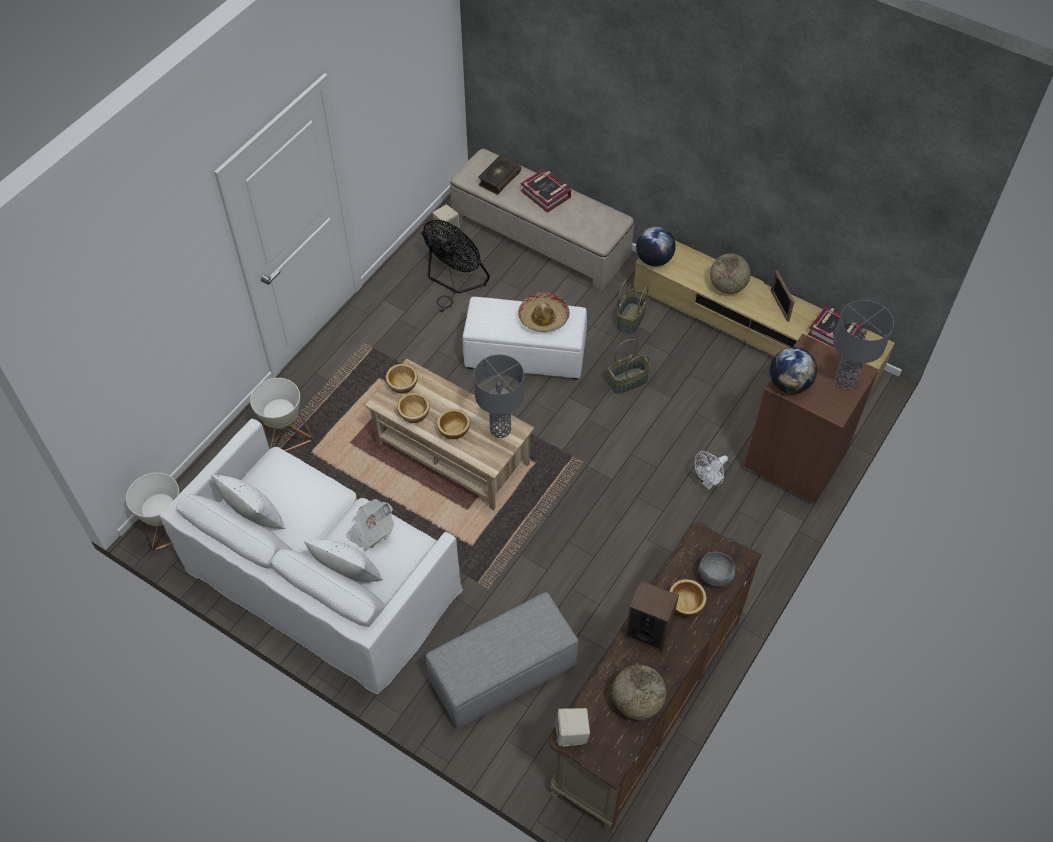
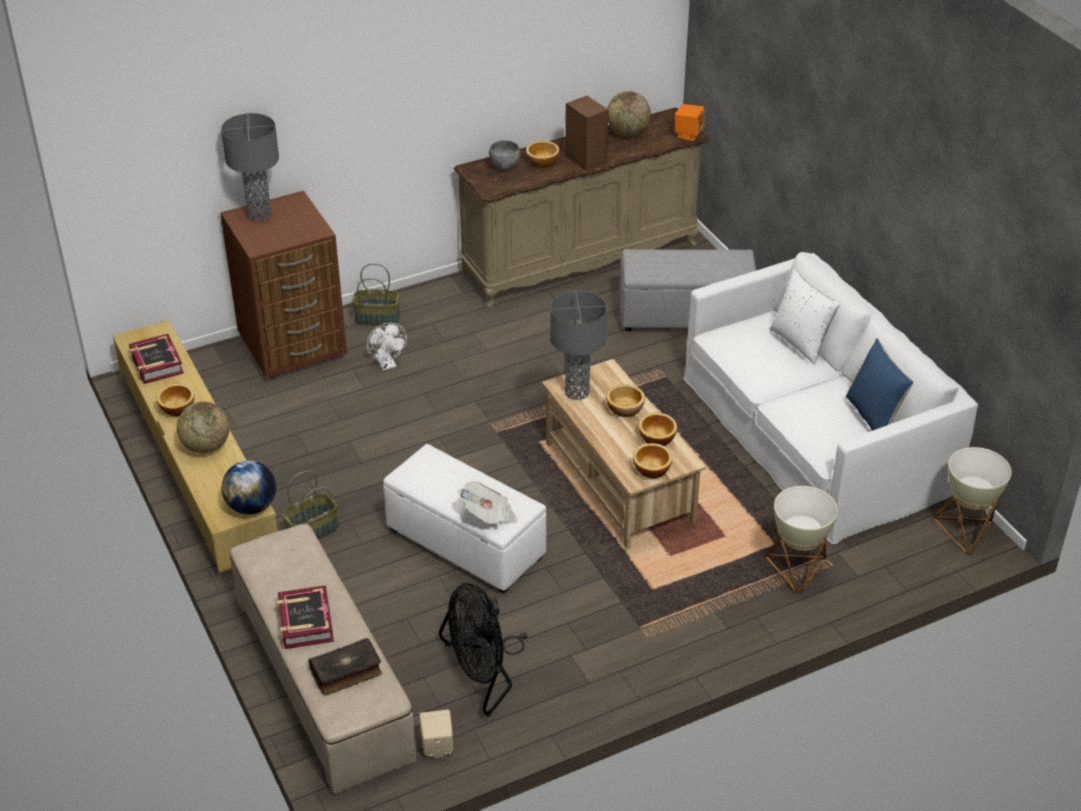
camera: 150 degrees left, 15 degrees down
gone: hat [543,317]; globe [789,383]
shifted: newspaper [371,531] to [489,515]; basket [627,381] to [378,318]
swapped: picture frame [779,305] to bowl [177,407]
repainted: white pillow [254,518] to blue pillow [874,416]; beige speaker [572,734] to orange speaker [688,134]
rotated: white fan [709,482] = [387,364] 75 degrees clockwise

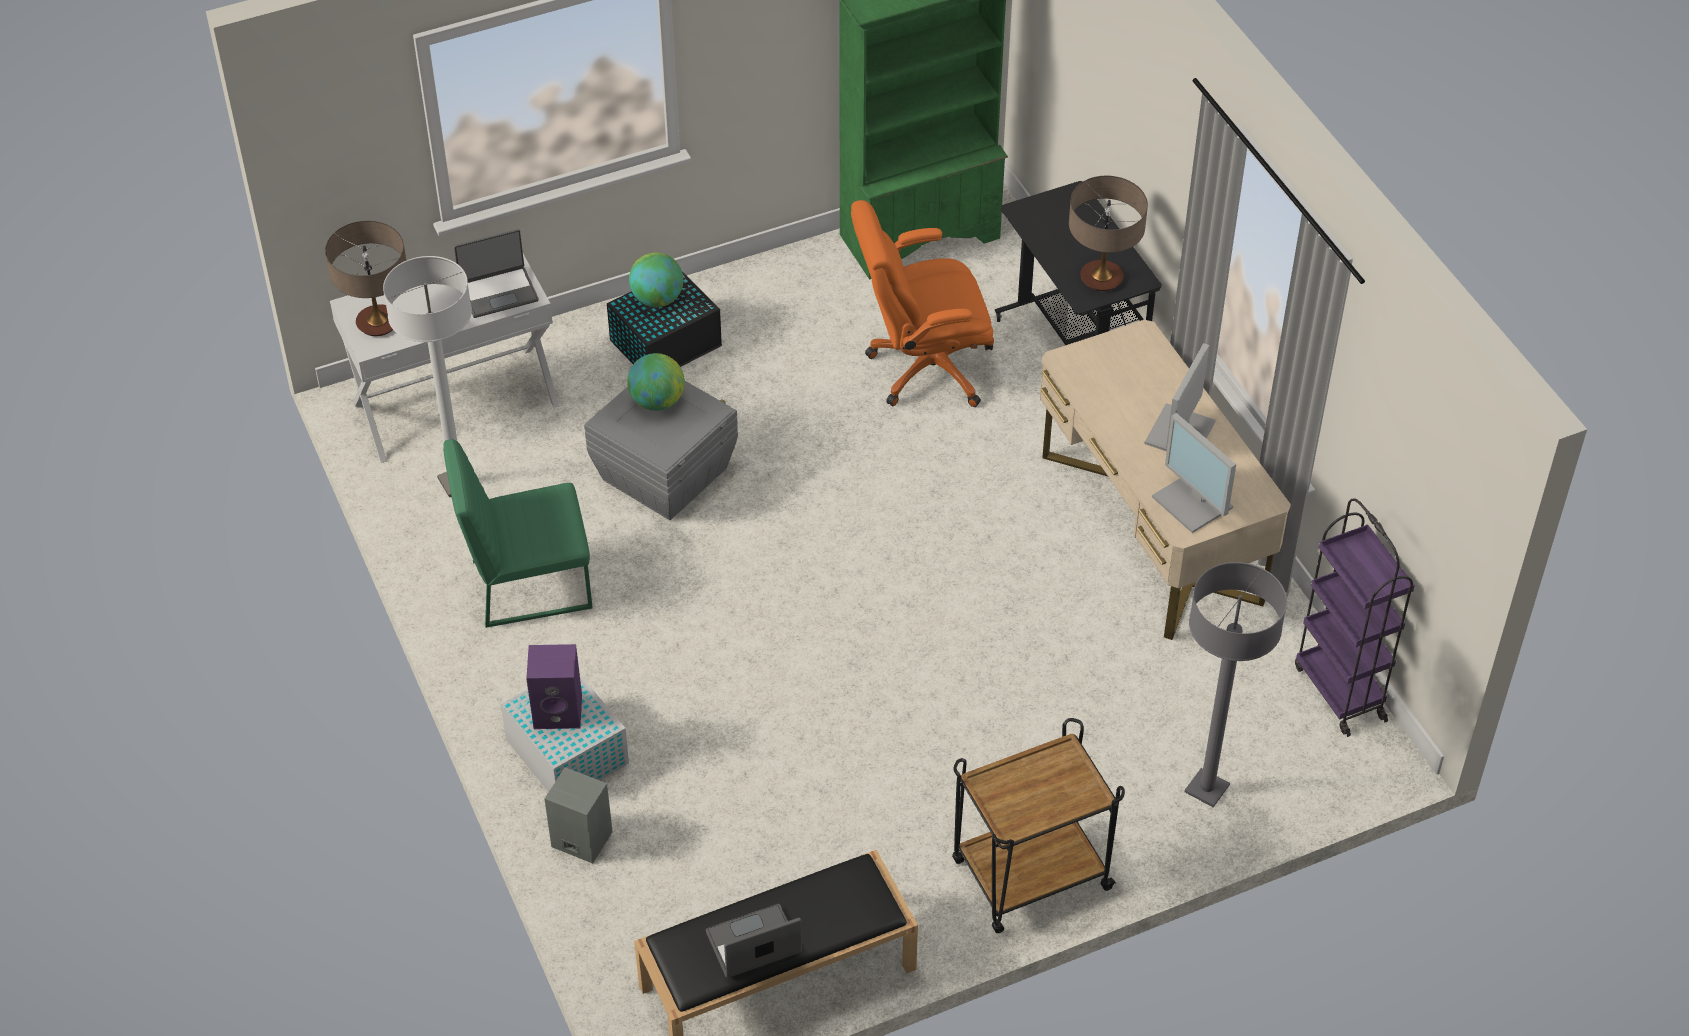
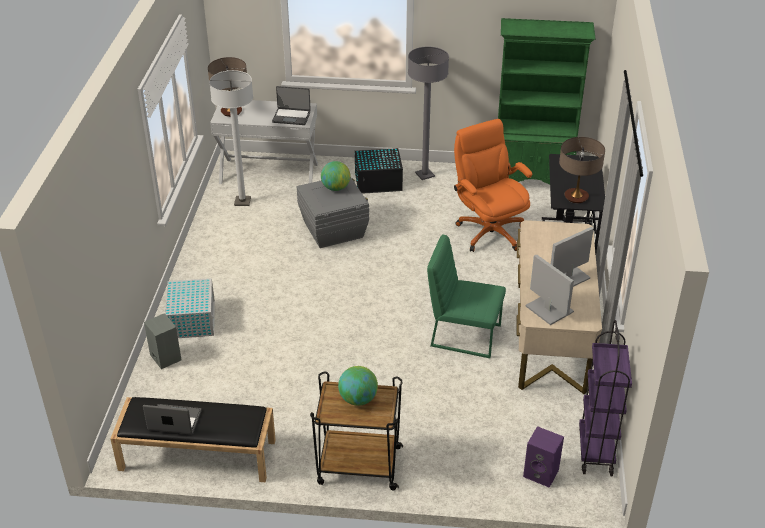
camera: 30 degrees right, 10 degrees down
shifted: green chair [527,584] to [463,334]; purple speaker [559,711] to [542,473]; globe [657,299] to [358,399]; grey floor lamp [1206,789] to [425,175]
rotated: orange office chair [921,368] = [488,230] 45 degrees clockwise; monitor [1194,503] = [548,309] 150 degrees clockwise

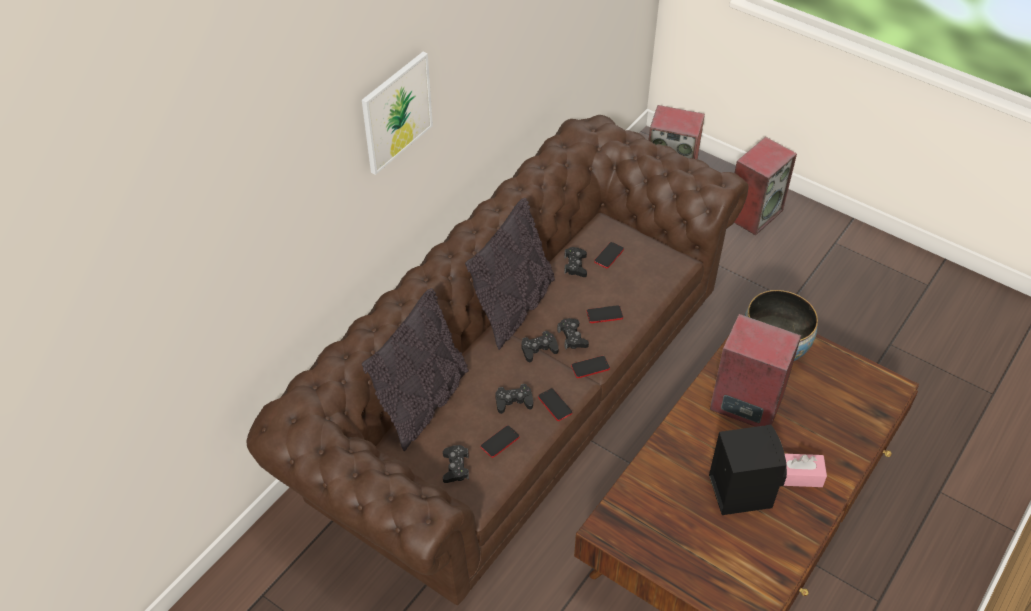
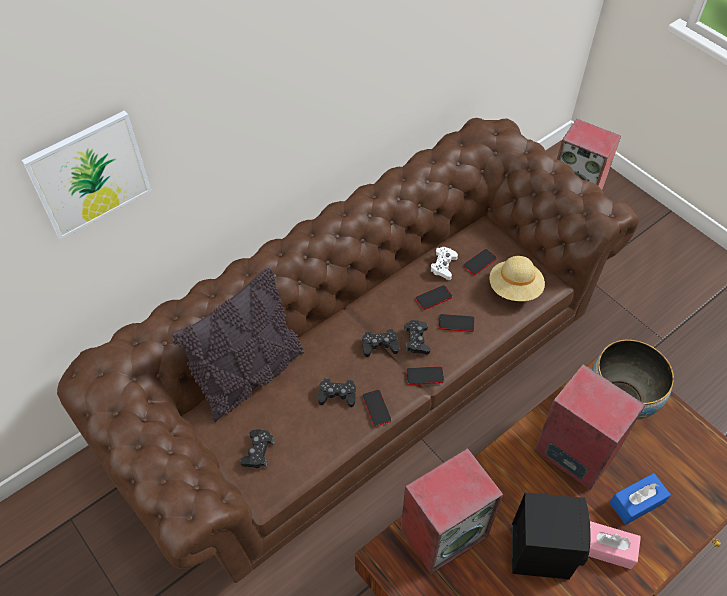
camera: 15 degrees right, 5 degrees up
gone: black pillow [513,308]
new: beige hat [515,289]; blue tissue box [636,502]
shifted: picture [396,112] to [89,174]; phone [500,442] to [433,298]; speaker [754,213] to [444,532]
repainted: black game controller [575,265] to white game controller [443,266]

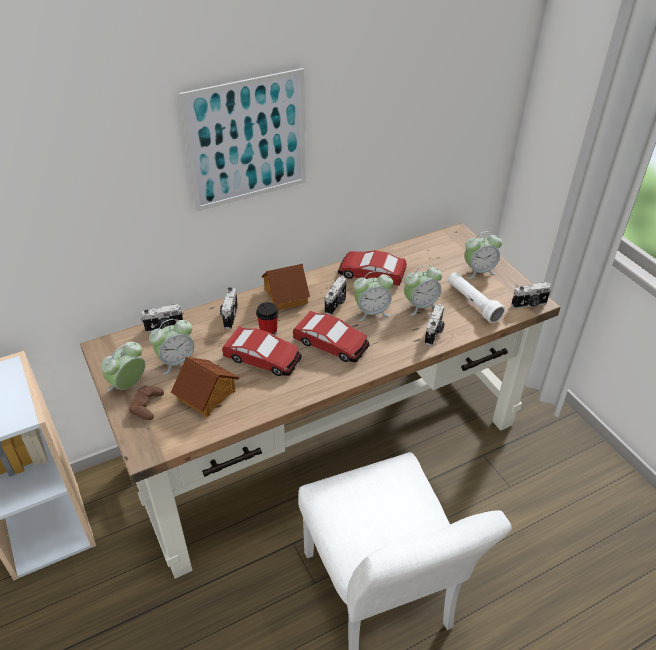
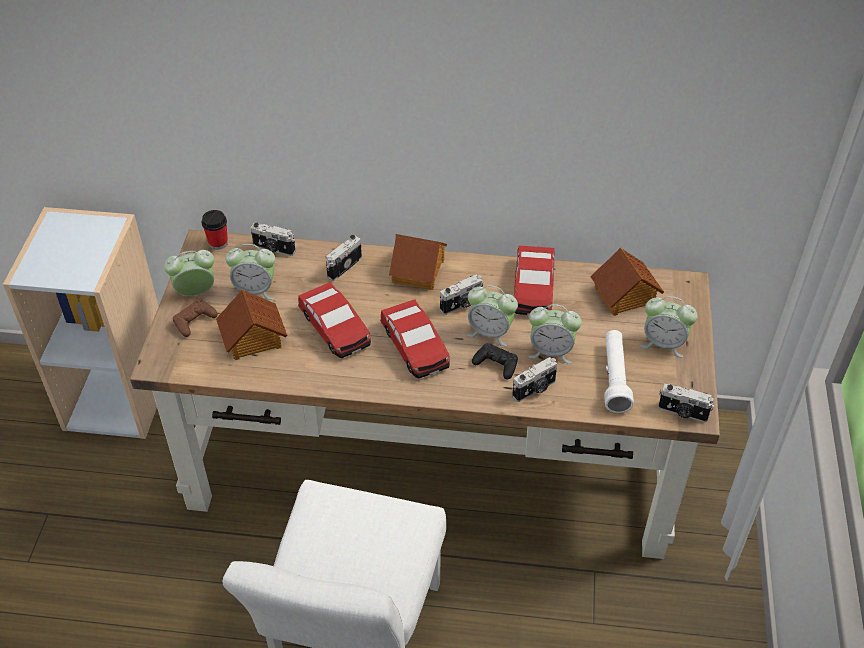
camera: 35 degrees right, 5 degrees up
gone: picture [247,141]
new: black game controller [496,364]; toy house [624,296]
shifted: cup [268,331] to [218,243]
rotated: toy car [371,274] = [533,288] 135 degrees counterclockwise

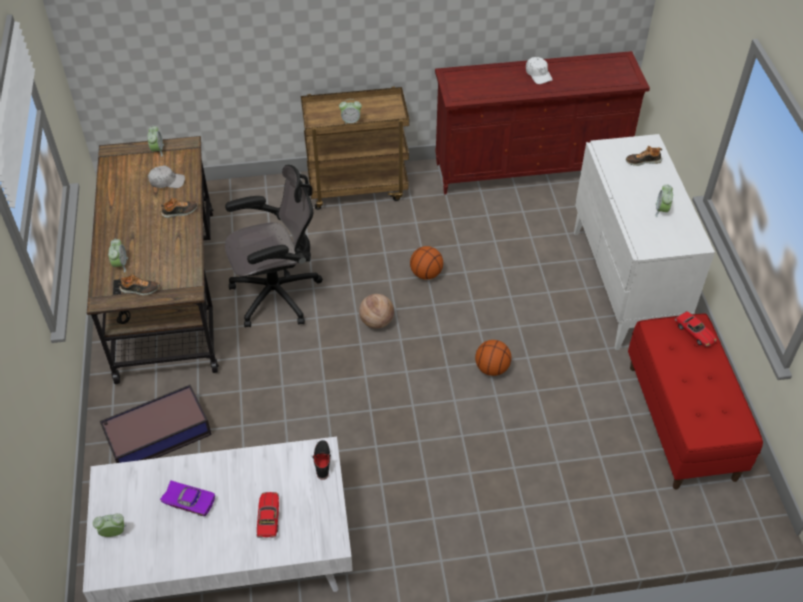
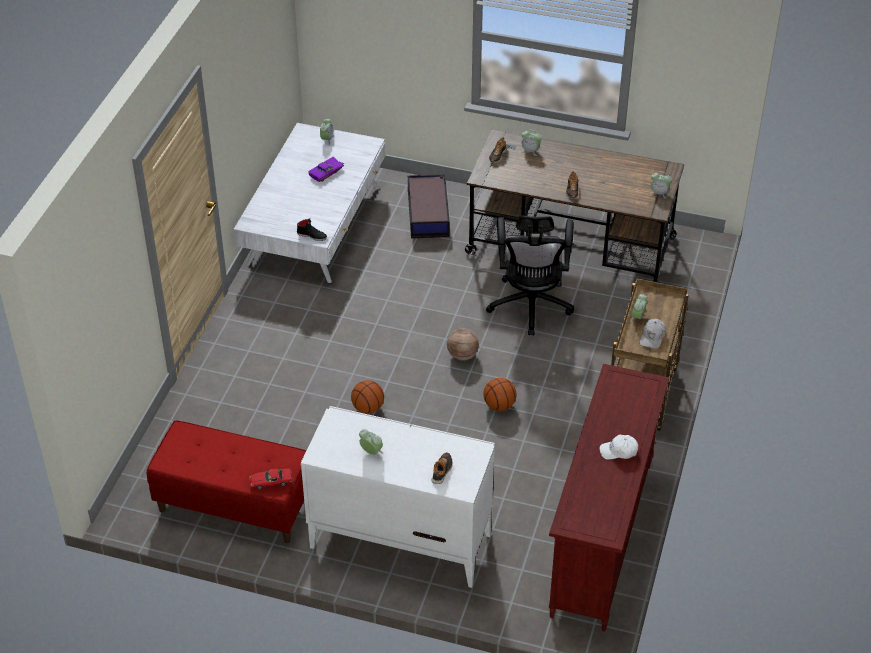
camera: 115 degrees right, 5 degrees down
gone: toy car [268,517]
shifted: white cap [167,181] to [652,337]

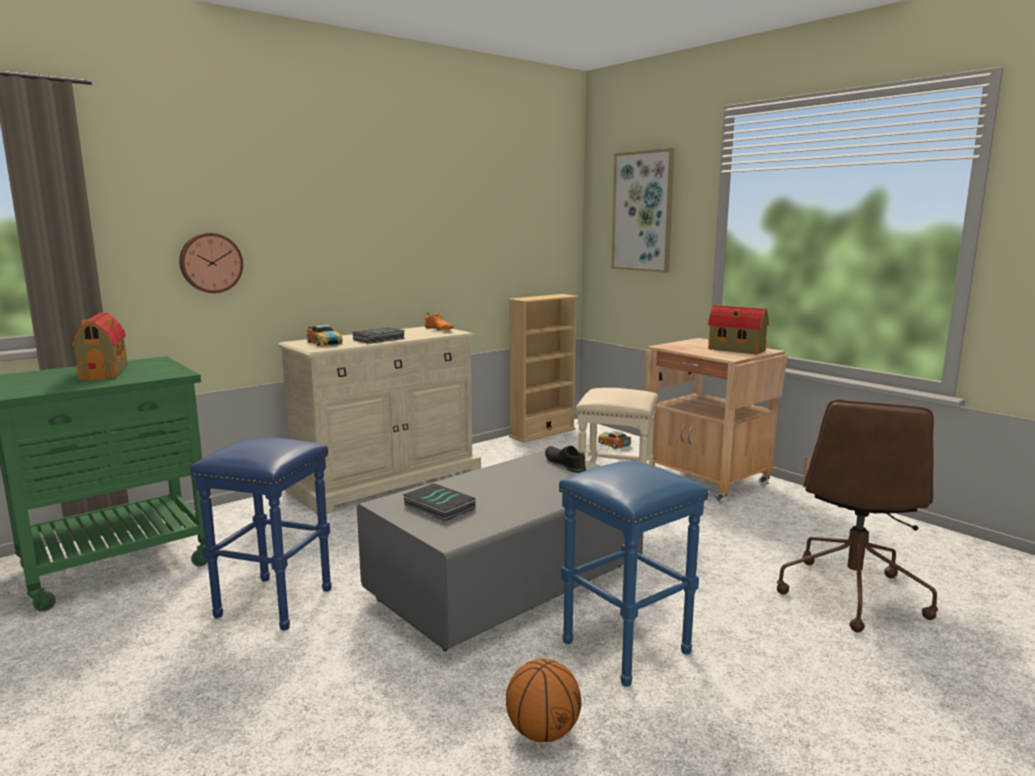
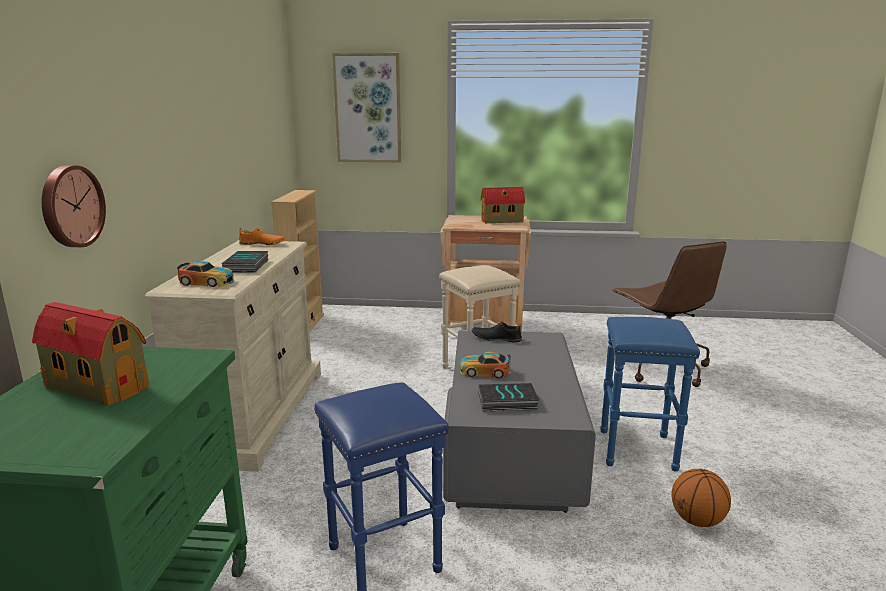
camera: 45 degrees left, 5 degrees up
shifted: toy car [613,444] to [484,371]

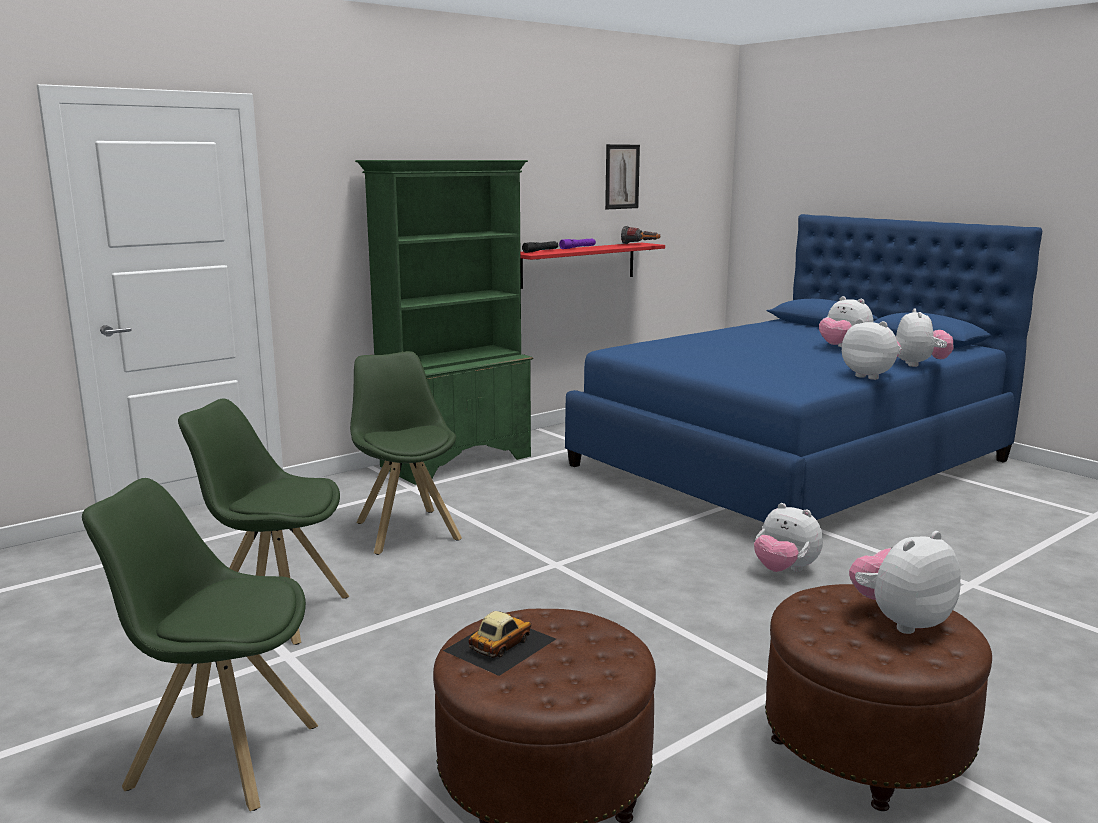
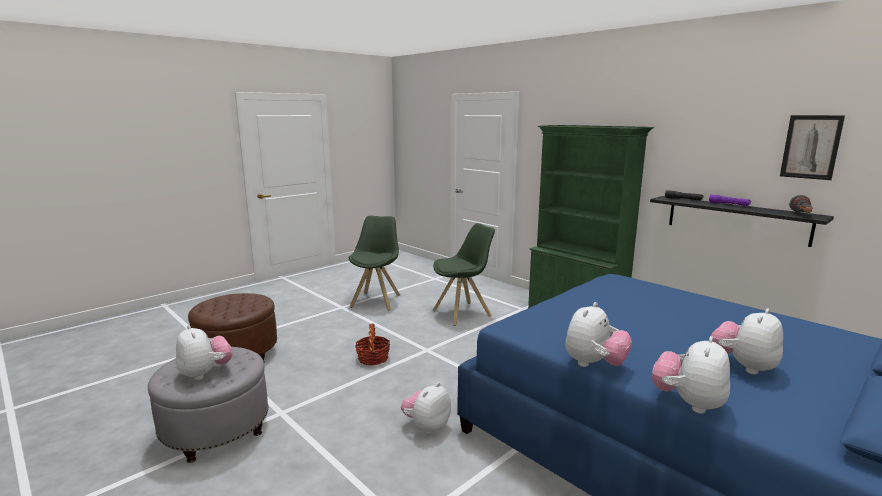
camera: 85 degrees right, 0 degrees up
gone: green chair [222,756]; toy car [499,644]
new: basket [373,358]
repainted: red shelf [578,264] to black shelf [736,219]; brown ottoman [865,749] to grey ottoman [216,431]
rotated: plush toy [919,364] = [688,403] 120 degrees clockwise

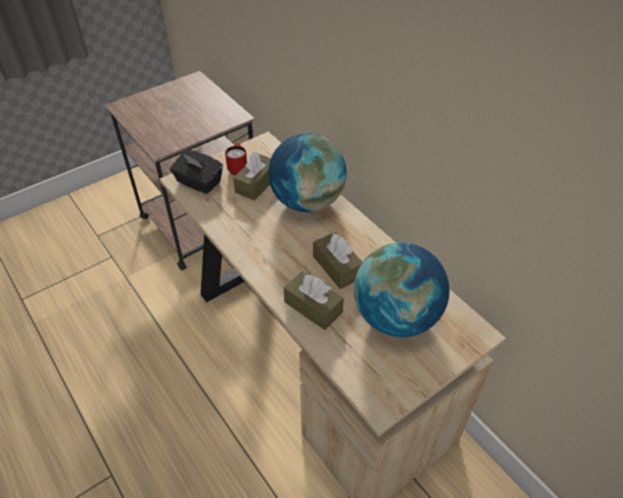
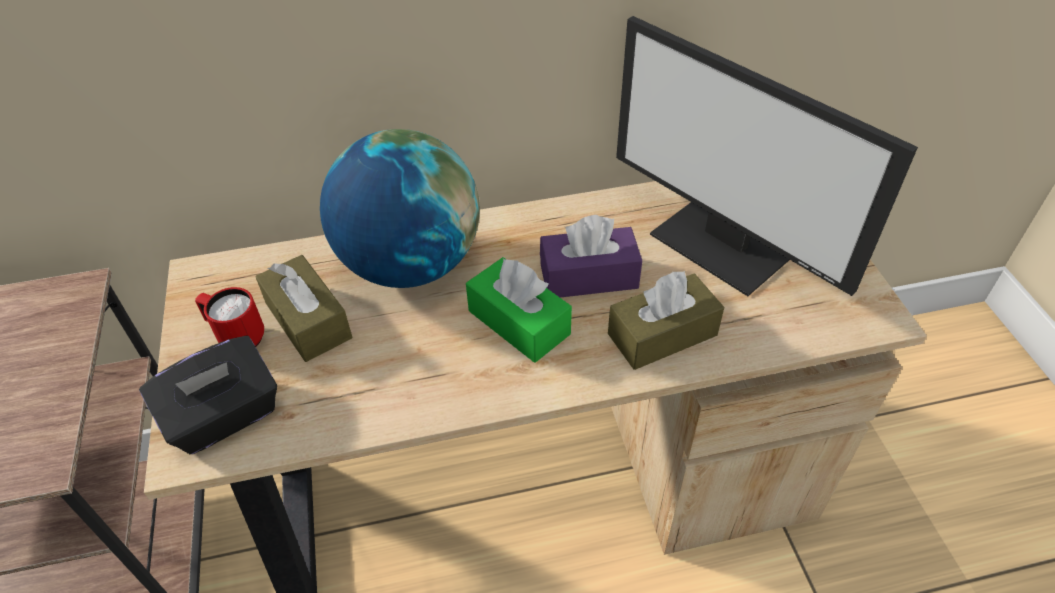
camera: 65 degrees left, 0 degrees up
new: green tissue box [519,322]
swapped: globe [396,317] to monitor [722,245]
repainted: brown tissue box [337,267] to purple tissue box [589,276]

